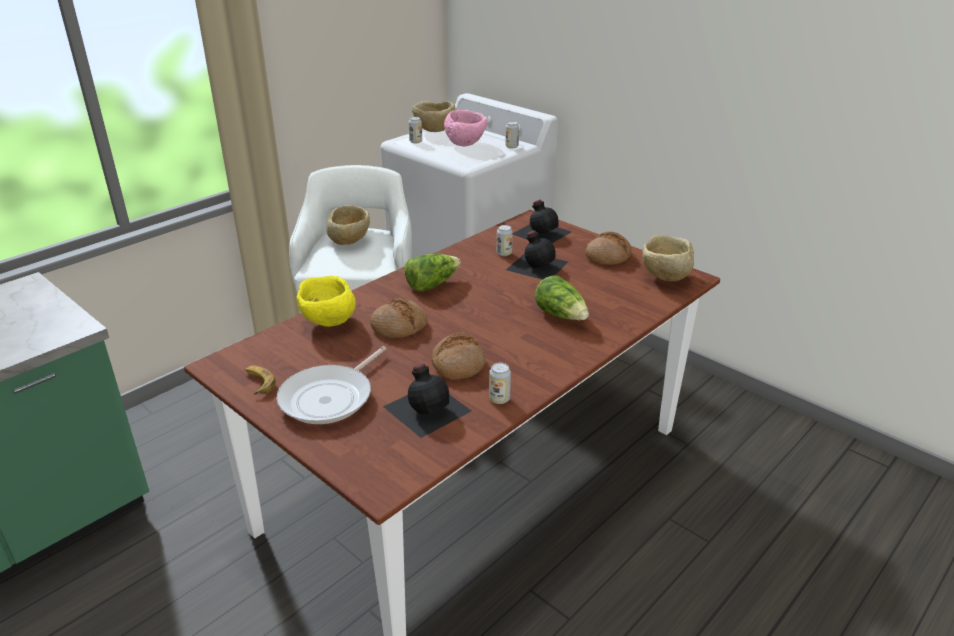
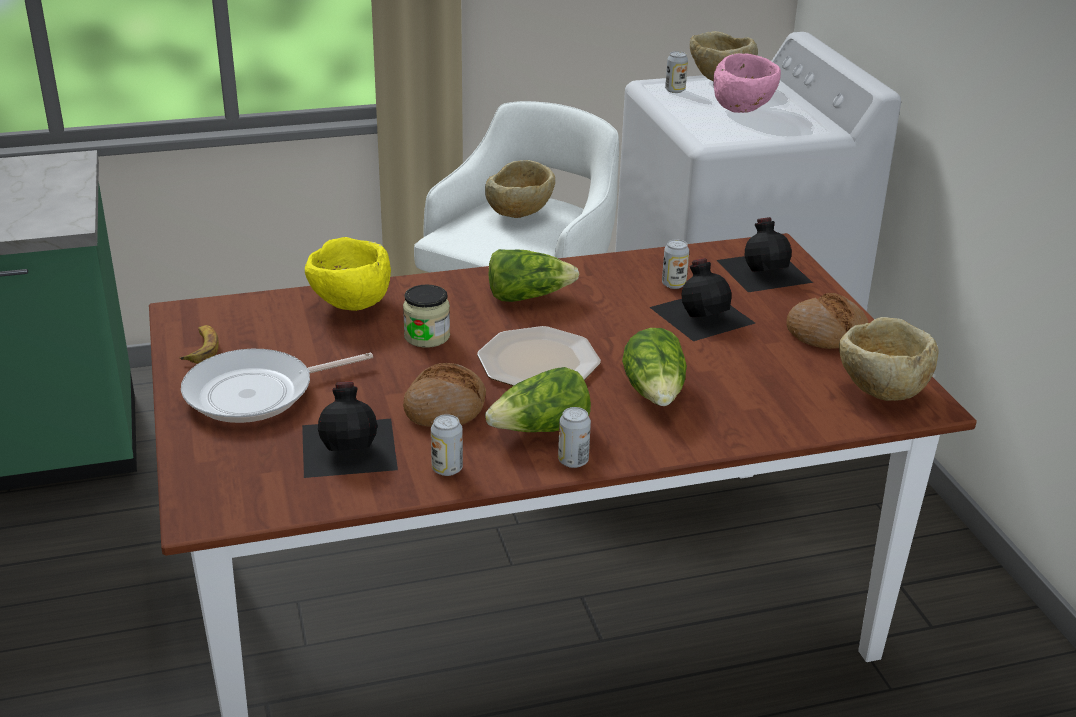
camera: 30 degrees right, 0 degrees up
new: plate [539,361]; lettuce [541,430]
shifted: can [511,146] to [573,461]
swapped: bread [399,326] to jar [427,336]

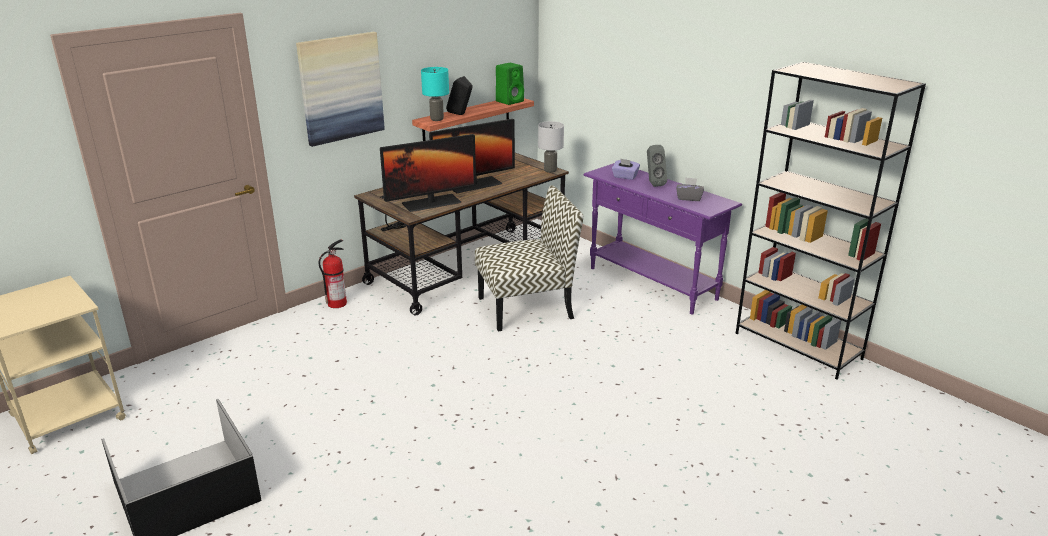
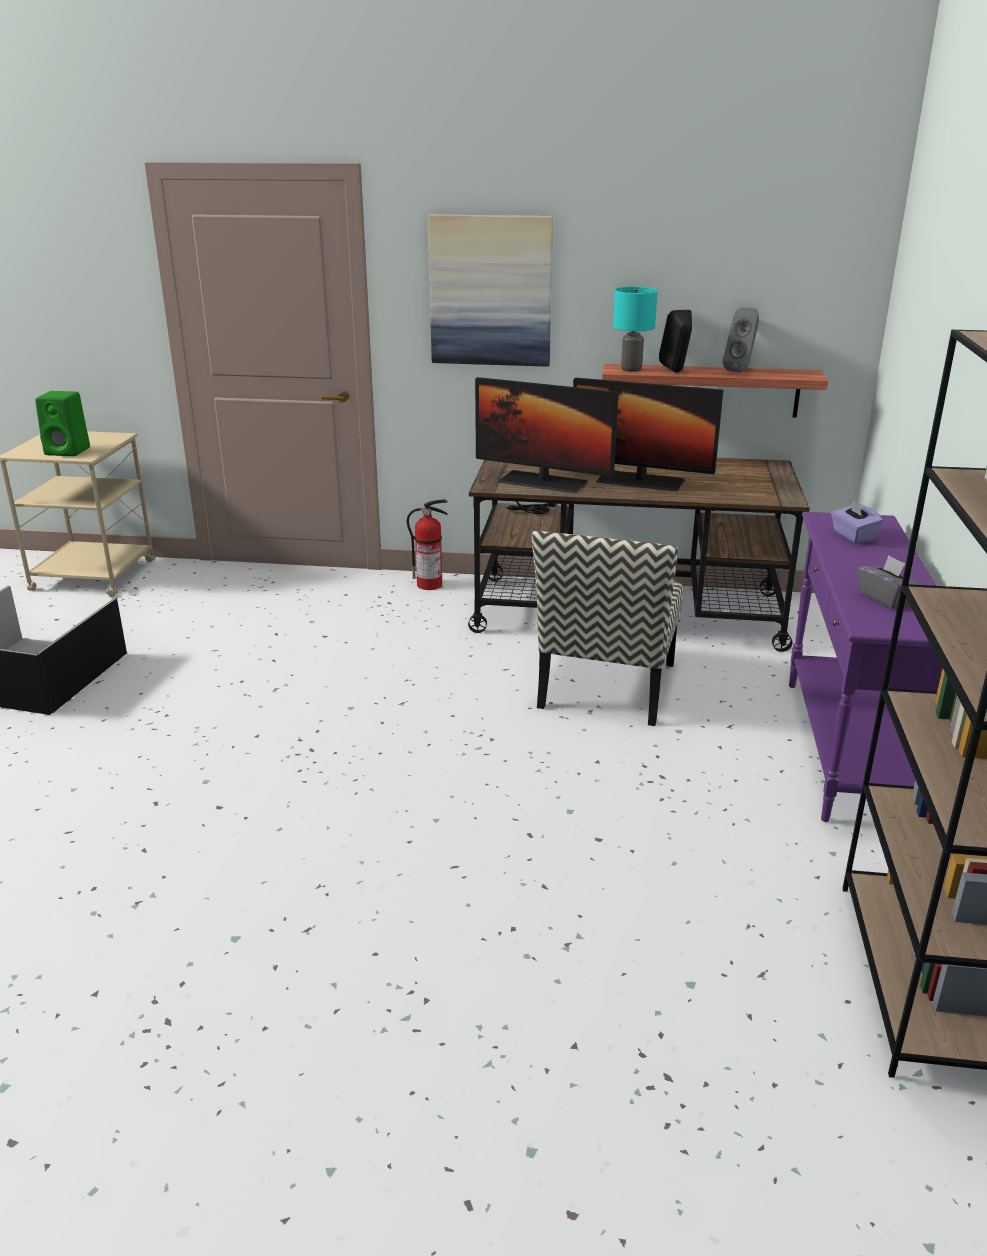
camera: 50 degrees right, 0 degrees up
gone: white table lamp [549,170]
shifted: green speaker [510,101] to [69,451]; grey speaker [653,184] to [741,371]
rotated: chair [527,307] = [607,687] 75 degrees clockwise

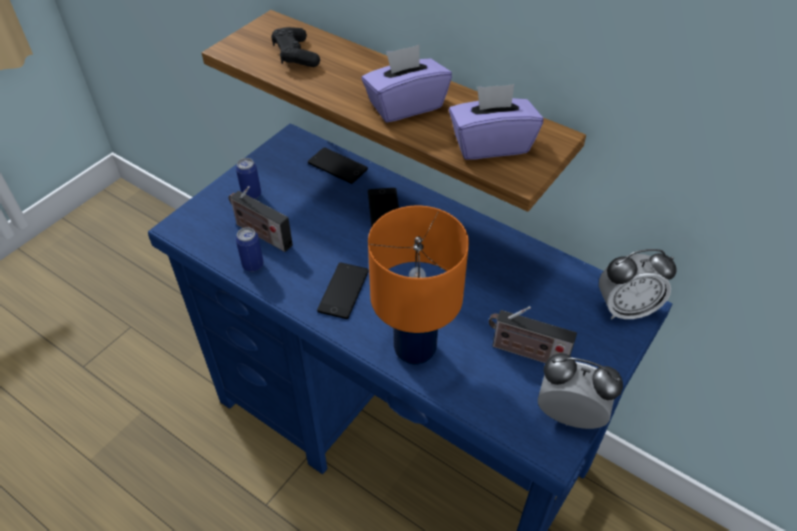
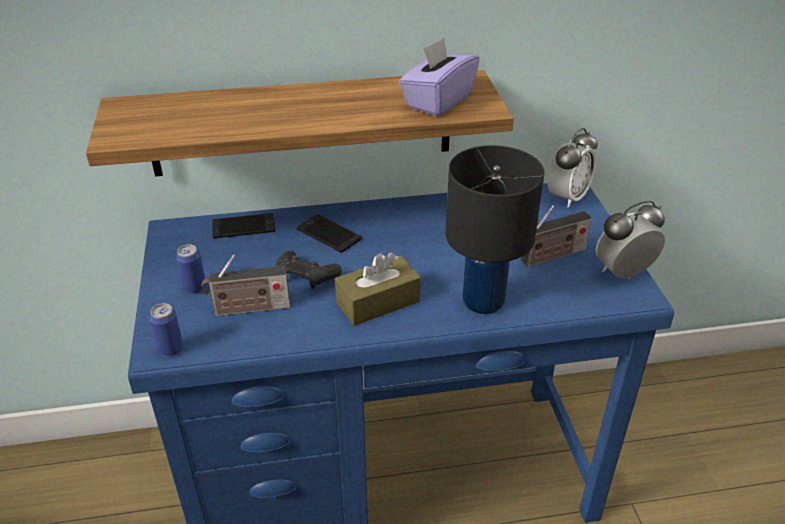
camera: 45 degrees left, 10 degrees down
gone: purple tissue box [405,105]
shifted: can [253,265] to [171,349]; black game controller [295,55] to [306,276]
swapped: phone [343,291] to brown tissue box [378,302]
repainted: orange table lamp [413,348] to black table lamp [480,302]

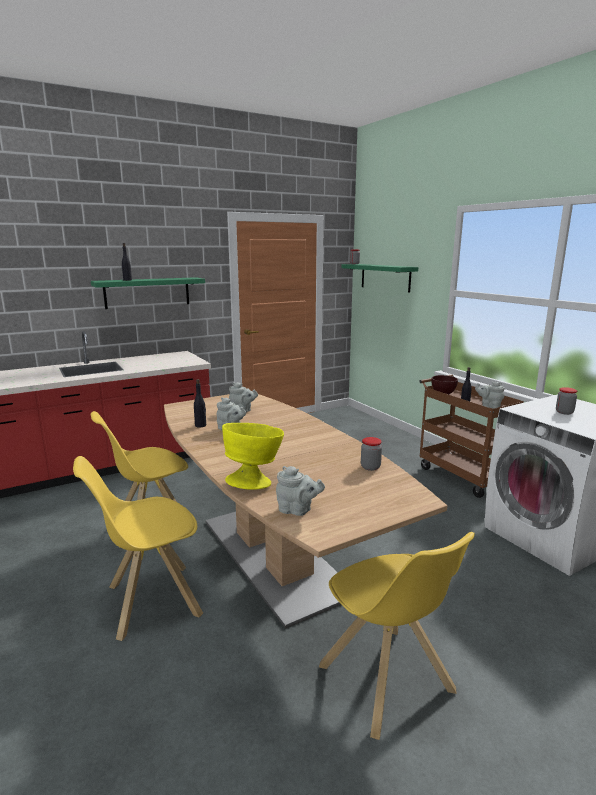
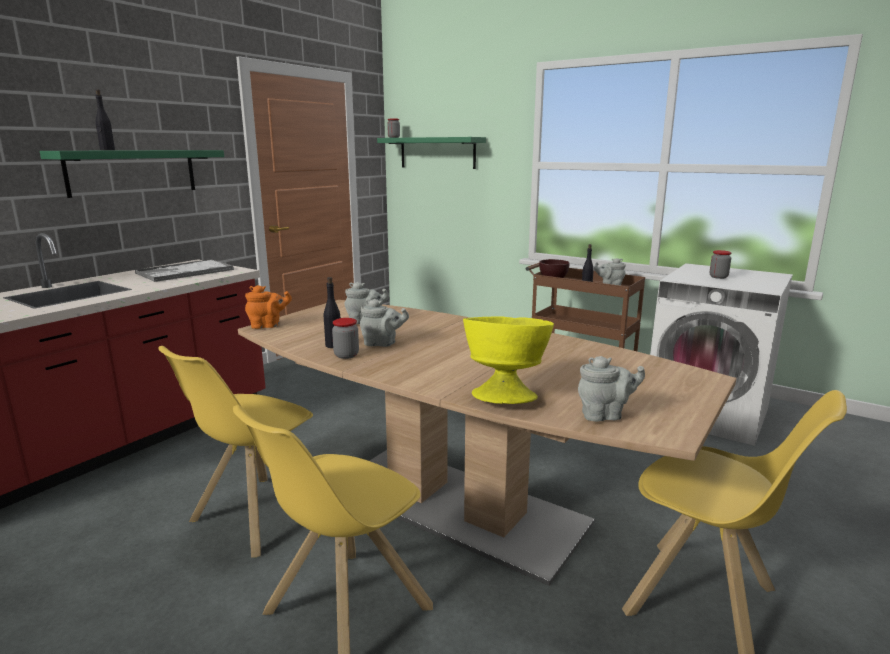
camera: 25 degrees left, 0 degrees up
new: tray [184,272]; orange teapot [268,326]
shifted: jar [370,467] to [346,355]

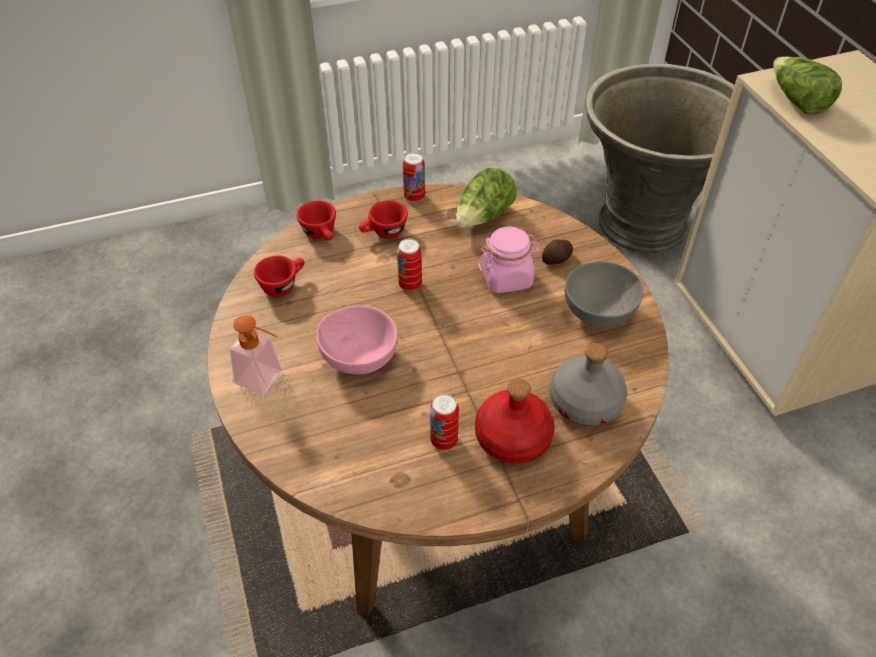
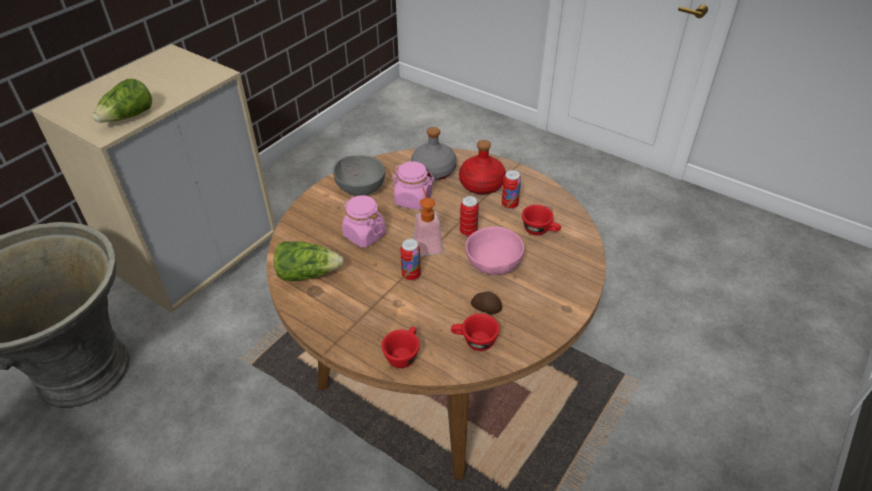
camera: 125 degrees left, 5 degrees down
new: pink jar [413,200]
shifted: soap dispenser [266,381] to [427,243]; red cup [384,233] to [540,230]; can [414,197] to [468,232]; potato [557,259] to [486,308]

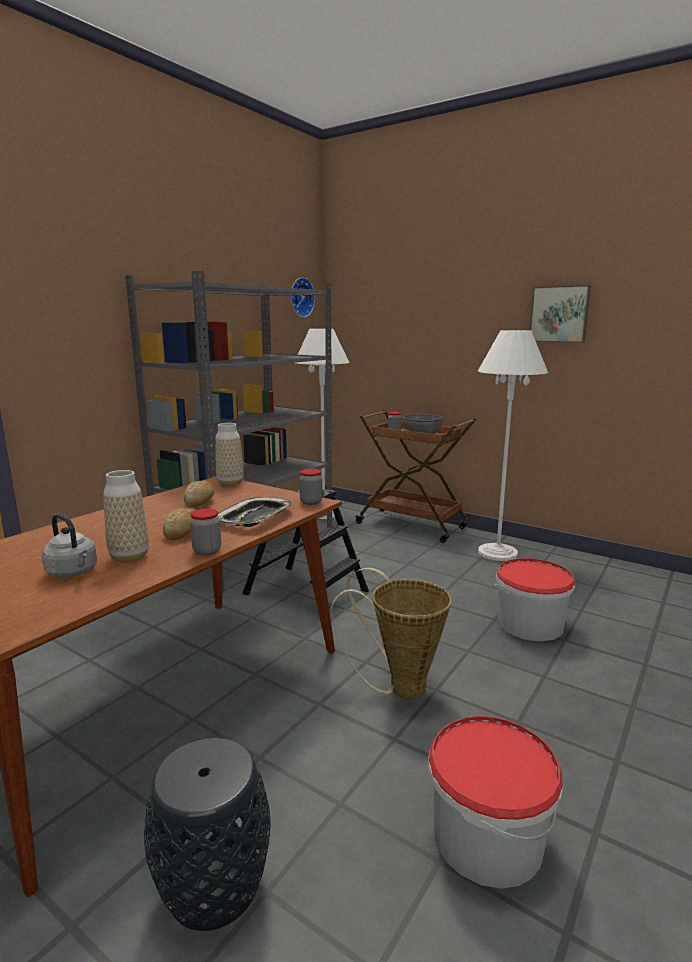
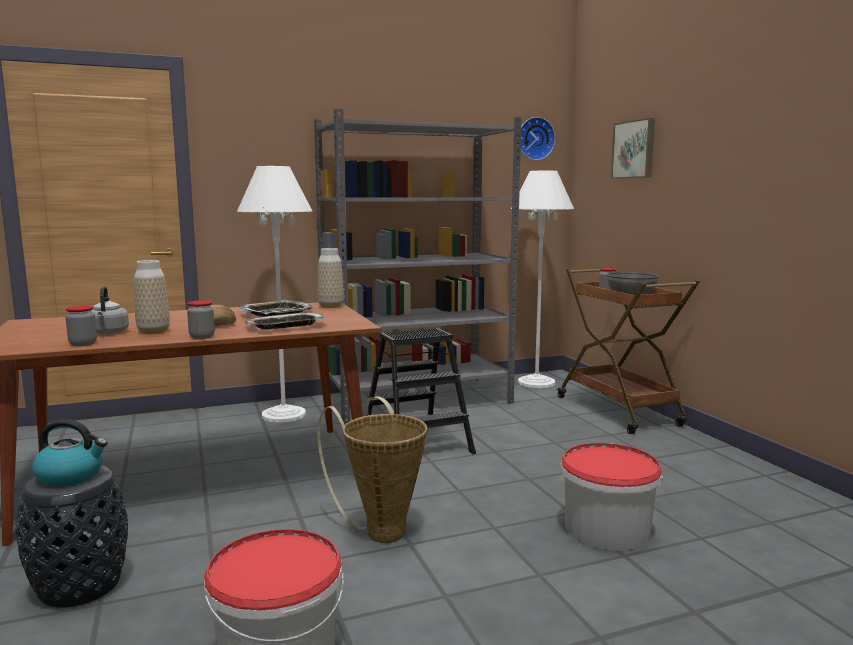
camera: 35 degrees right, 5 degrees down
new: kettle [71,476]
shifted: jar [311,502] to [83,344]; white floor lamp [498,552] to [284,415]; picture [559,314] to [634,149]
swapped: bread [200,502] to tray [276,313]

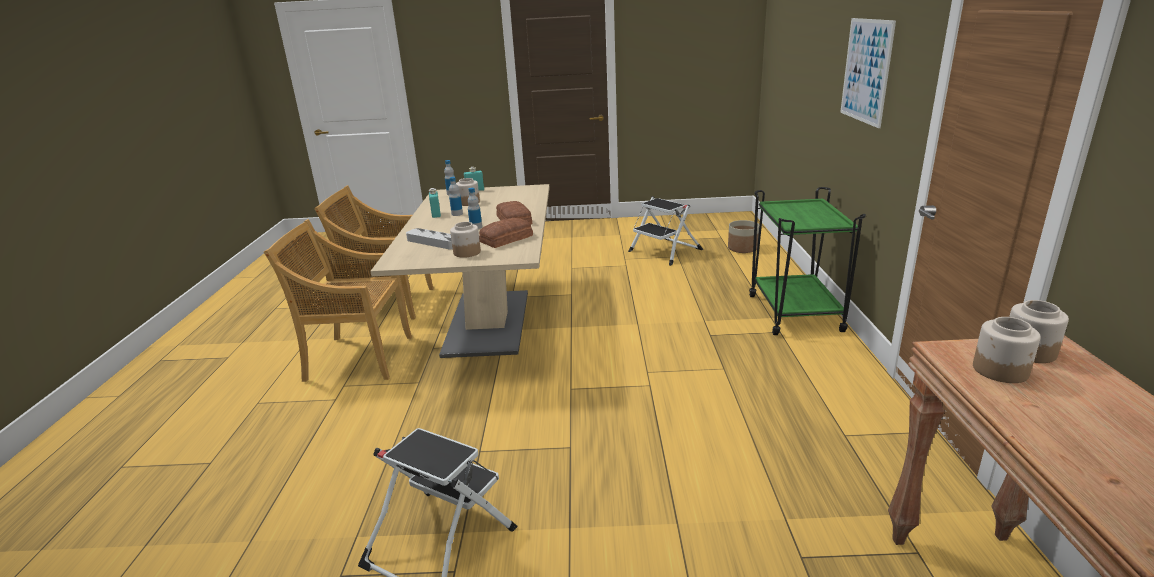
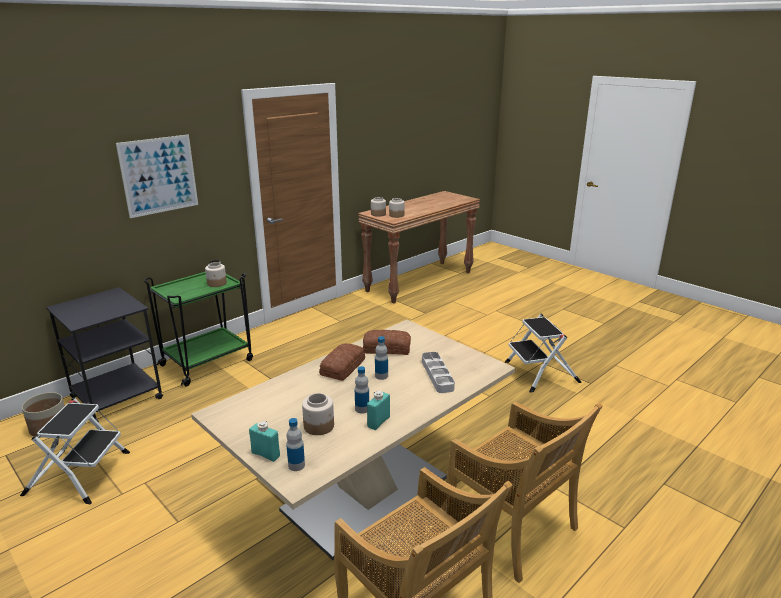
camera: 135 degrees left, 0 degrees up
new: black cart [118,396]
shifted: jar [466,252] to [217,283]

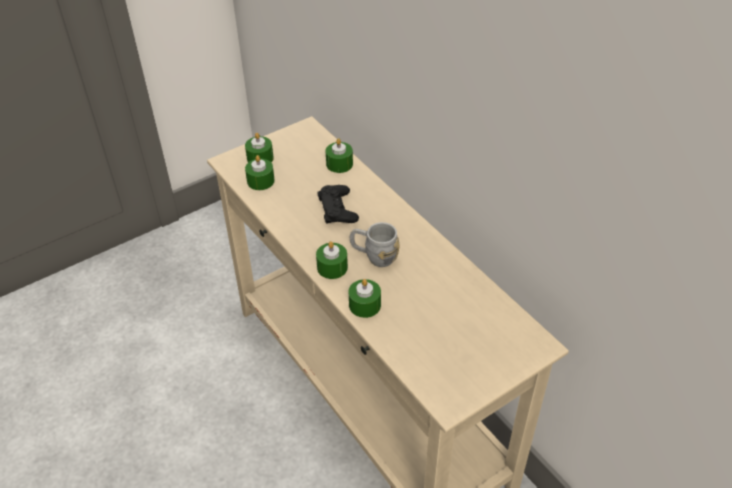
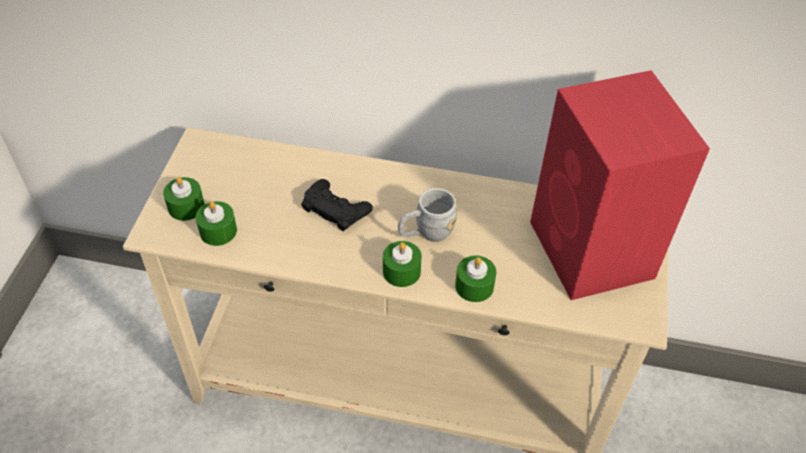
camera: 45 degrees left, 5 degrees up
gone: green candle [339,164]
new: red speaker [592,252]

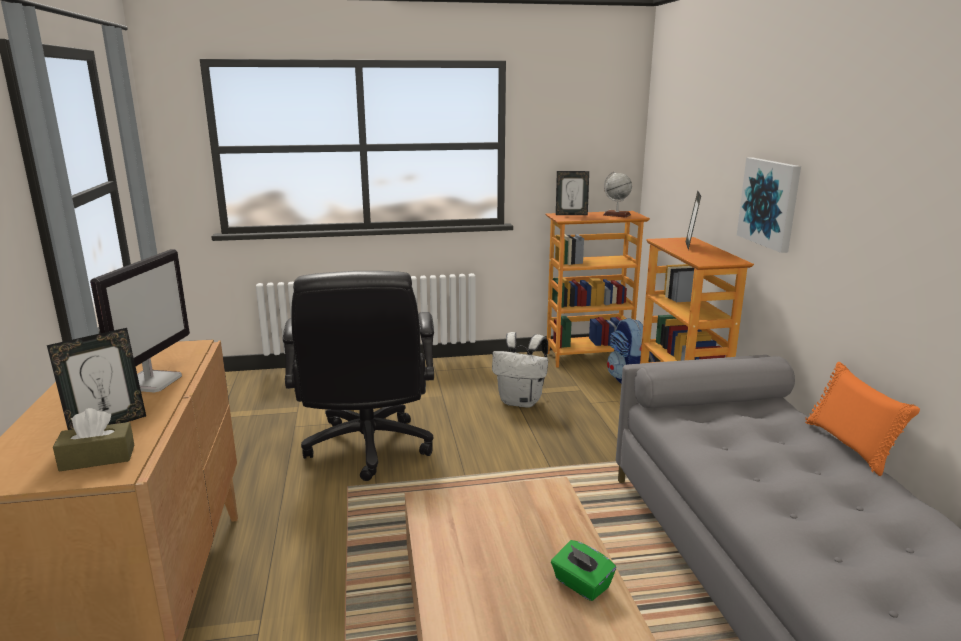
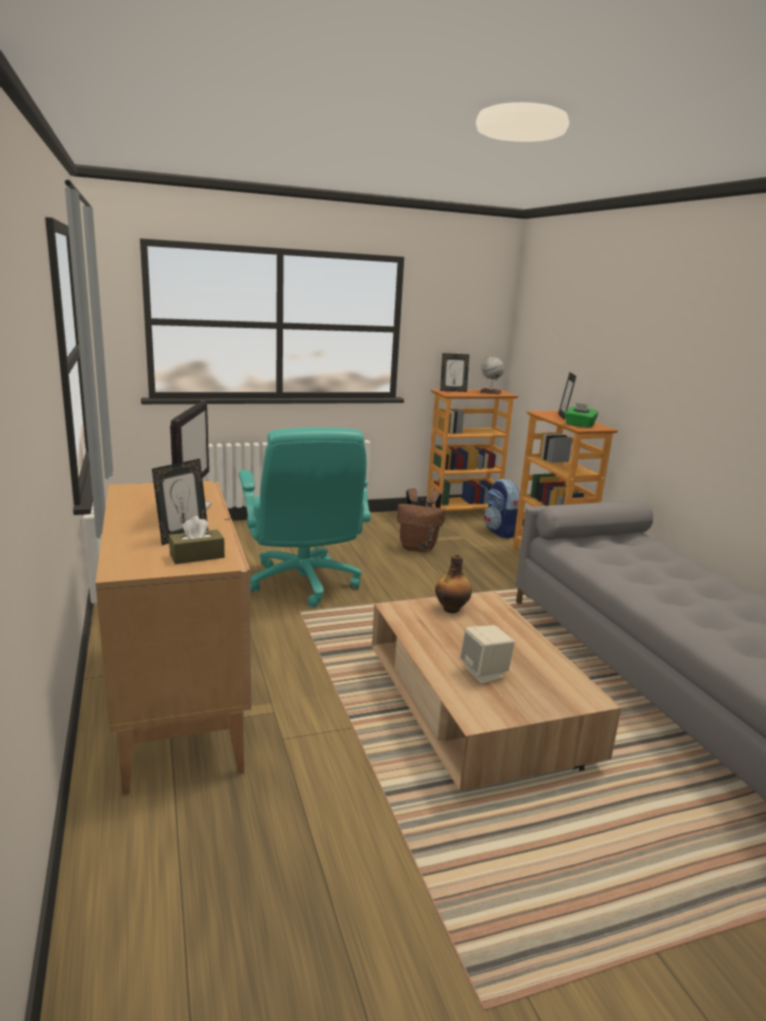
camera: 10 degrees left, 0 degrees up
gone: picture [769,203]; orange pillow [851,446]
new: bottle [452,609]; beige speaker [484,673]
shifted: green tissue box [581,584] to [579,425]
repainted: black office chair [366,450] to turquoise office chair [303,585]; white backpack [521,401] to brown backpack [418,547]

